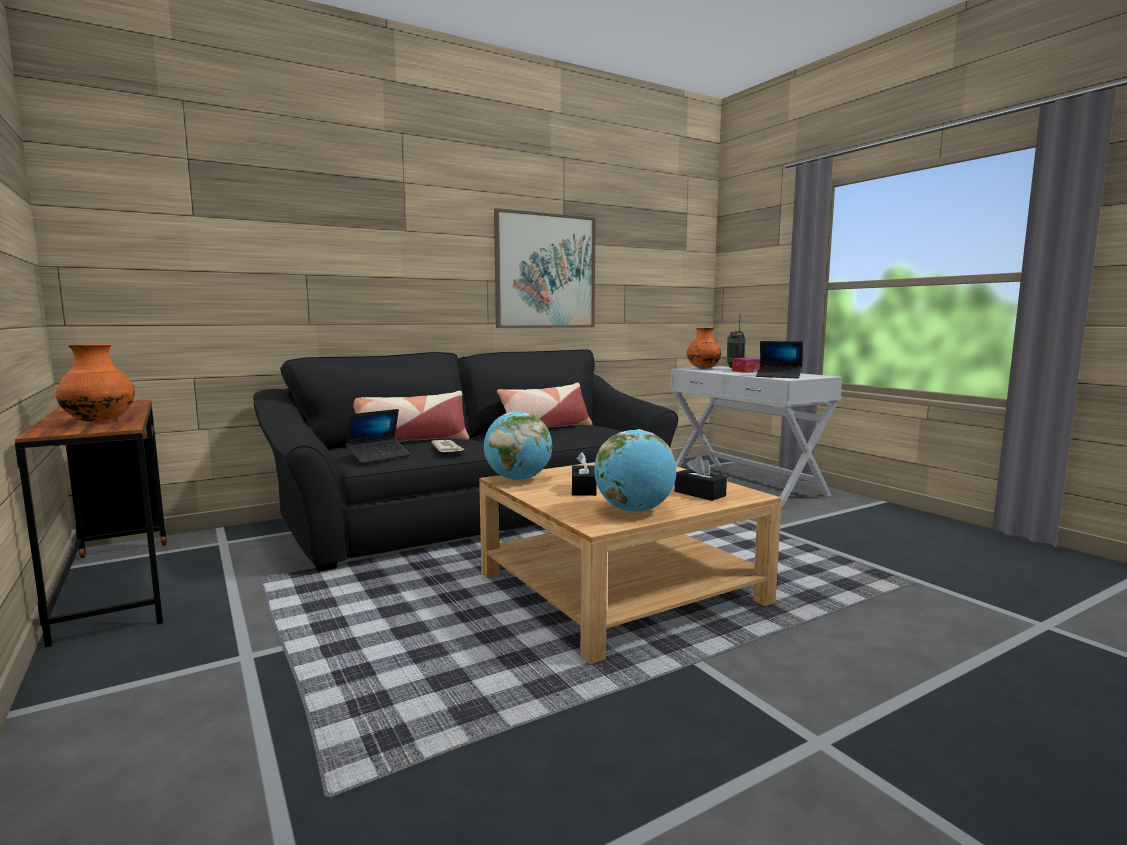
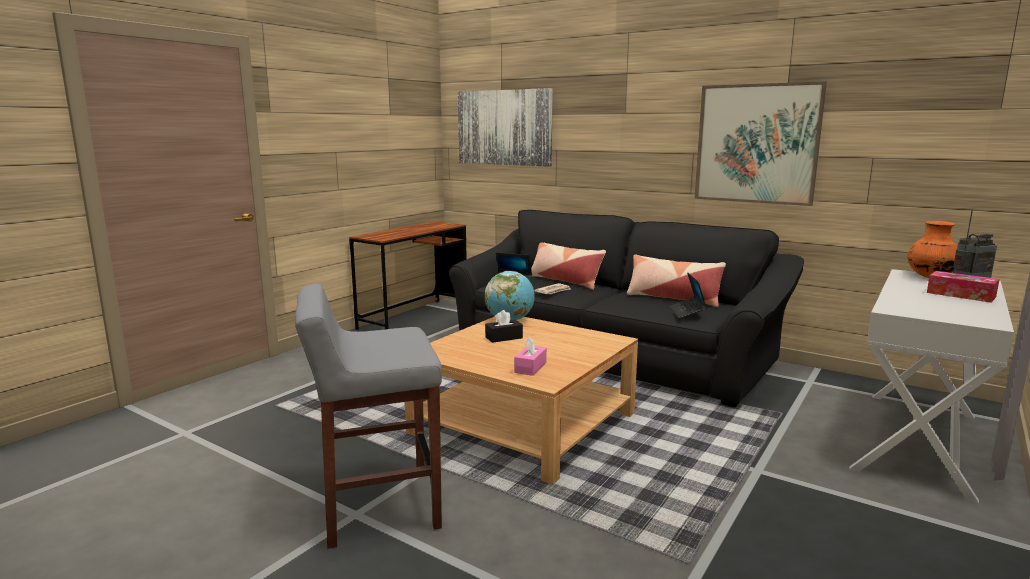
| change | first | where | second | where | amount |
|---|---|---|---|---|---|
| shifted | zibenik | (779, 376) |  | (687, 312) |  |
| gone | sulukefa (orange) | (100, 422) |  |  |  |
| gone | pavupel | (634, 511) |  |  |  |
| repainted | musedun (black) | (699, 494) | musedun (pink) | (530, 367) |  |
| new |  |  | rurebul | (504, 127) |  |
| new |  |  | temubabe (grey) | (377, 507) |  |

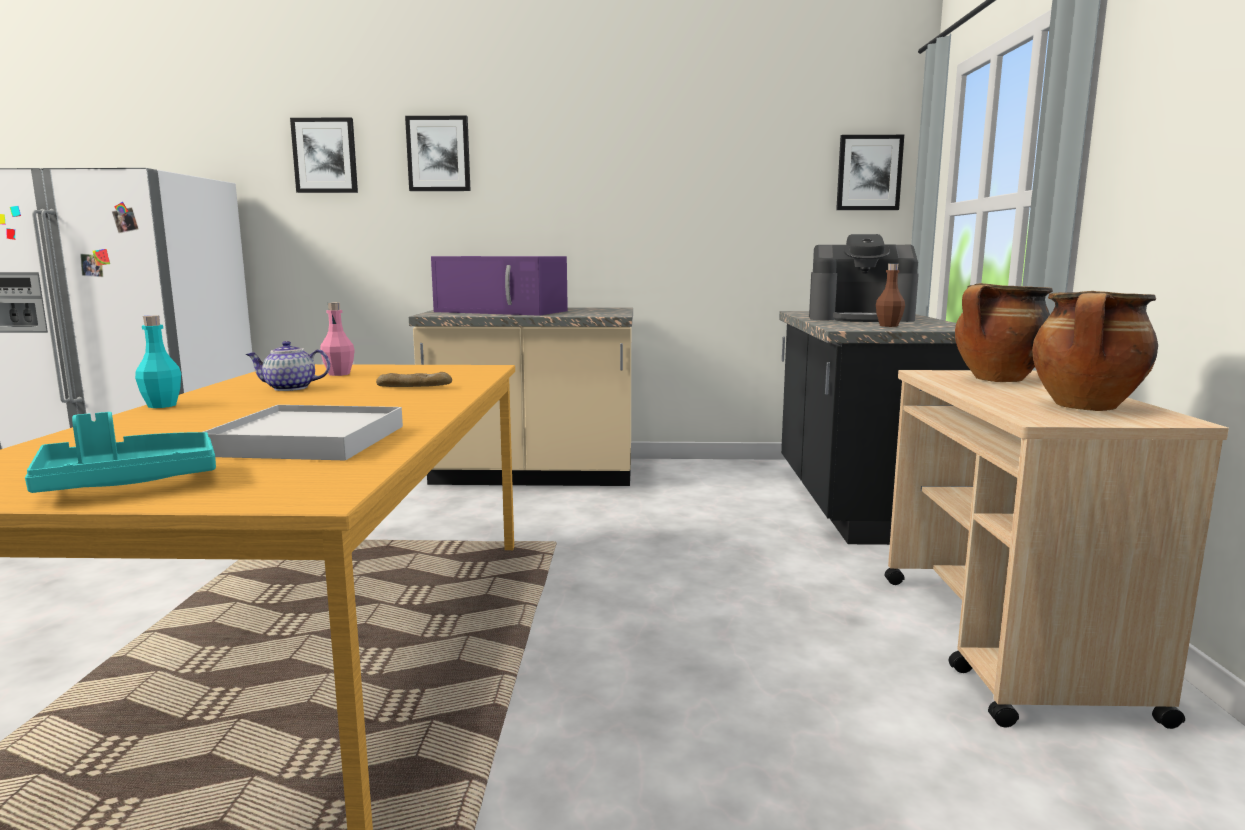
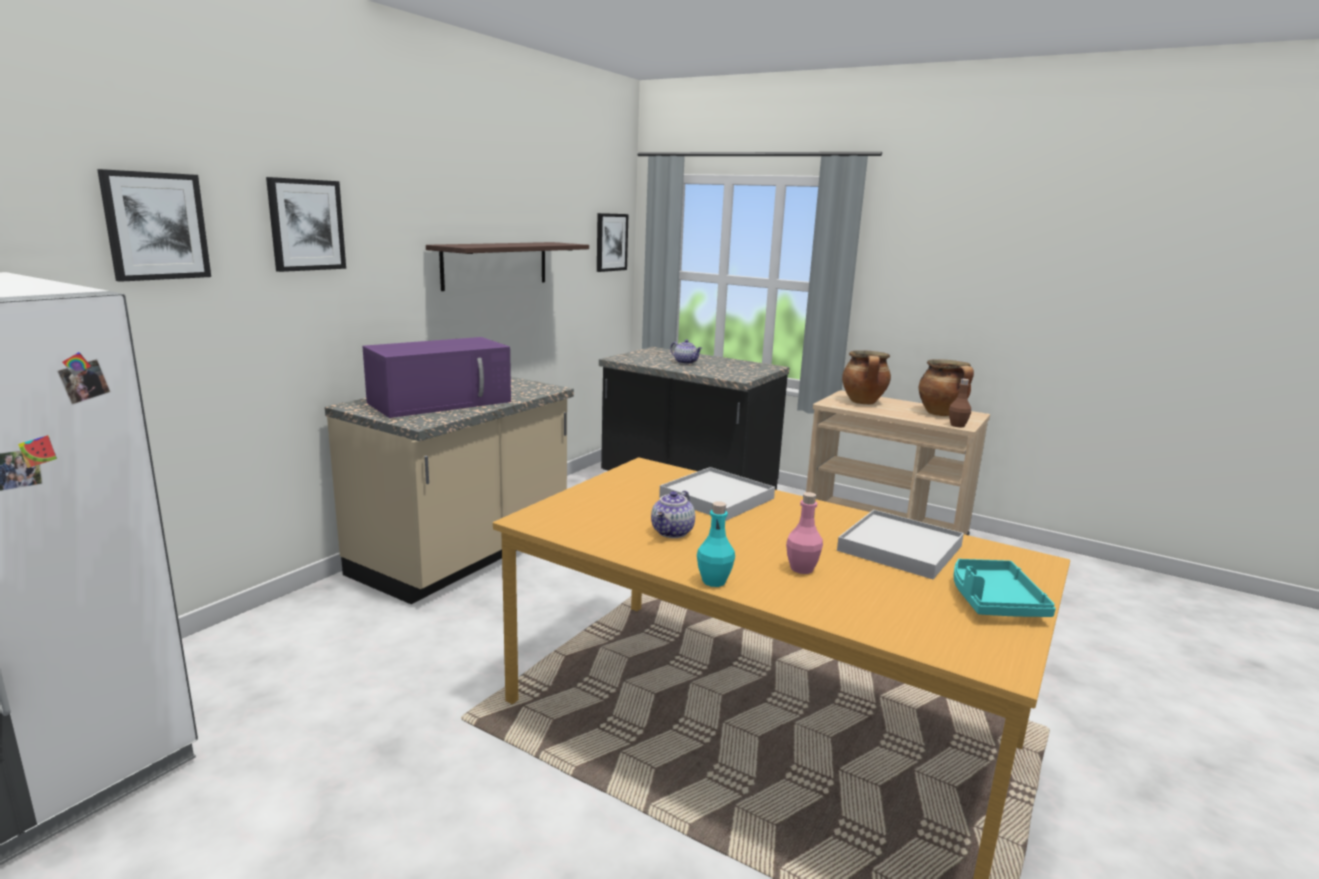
| change | first | where | second | where | amount |
|---|---|---|---|---|---|
| swapped | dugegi | (860, 318) | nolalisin | (686, 362) |  |
| shifted | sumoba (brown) | (888, 326) |  | (957, 425) |  |
| shifted | sumoba (pink) | (339, 374) |  | (802, 569) |  |
| swapped | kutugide | (414, 387) | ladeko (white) | (717, 498) |  |
| new |  |  | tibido | (496, 265) |  |

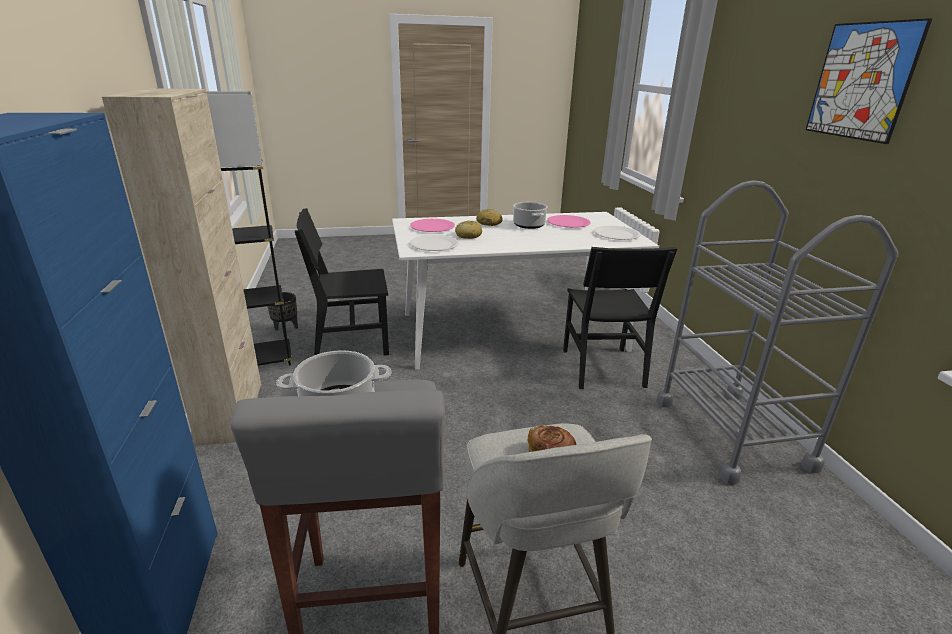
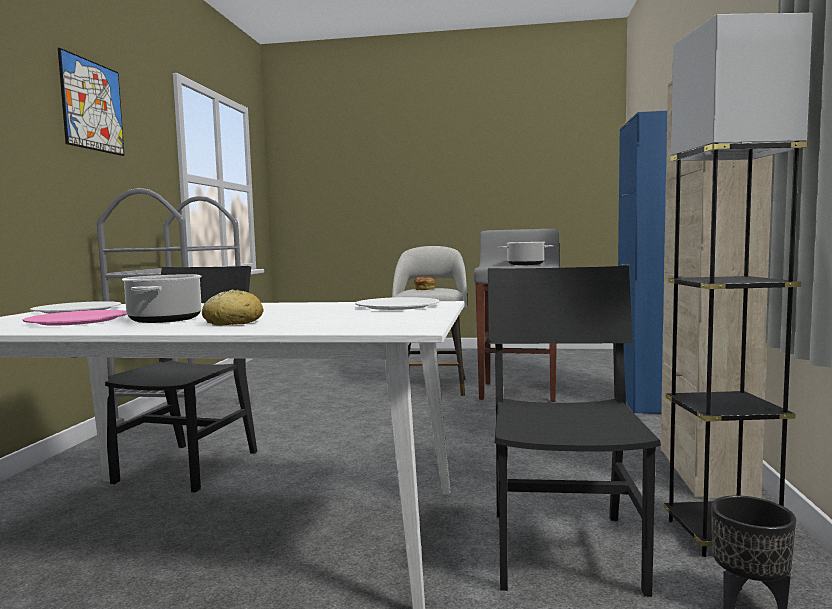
| change | first | where | second | where | amount |
|---|---|---|---|---|---|
| rotated | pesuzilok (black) | (351, 343) |  | (564, 549) | 90 degrees counterclockwise |
| gone | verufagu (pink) | (432, 227) |  |  |  |
| gone | kutugide | (468, 235) |  |  |  |

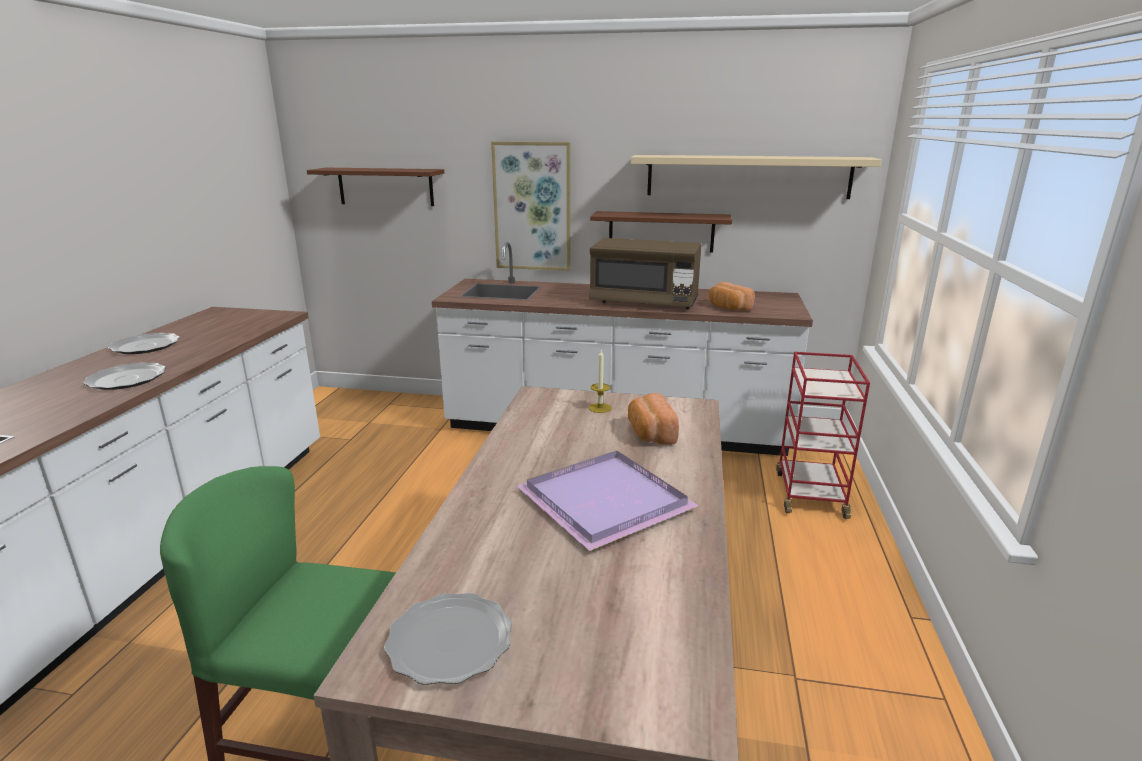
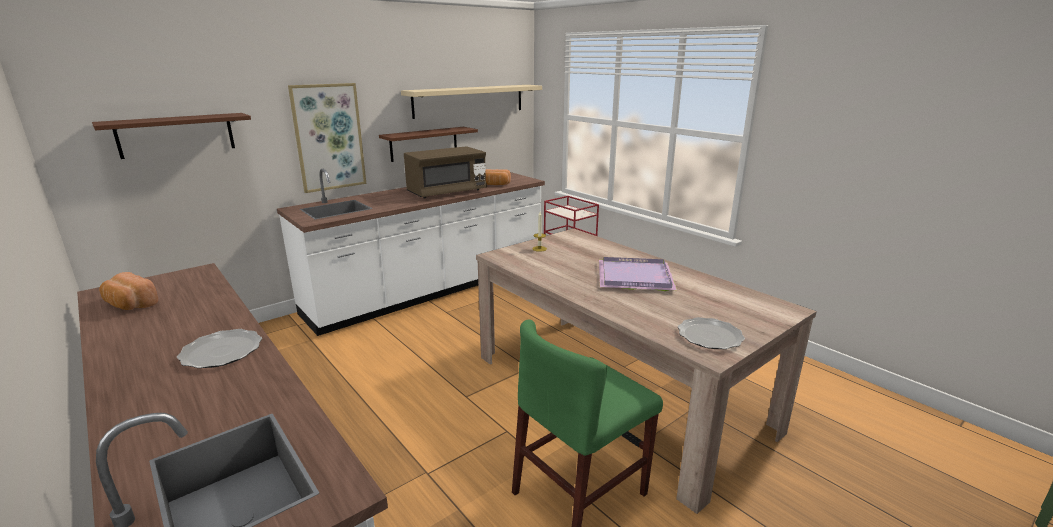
| change | first | where | second | where | amount |
|---|---|---|---|---|---|
| gone | verufagu | (145, 346) |  |  |  |
| shifted | kutugide | (650, 434) |  | (130, 305) |  |

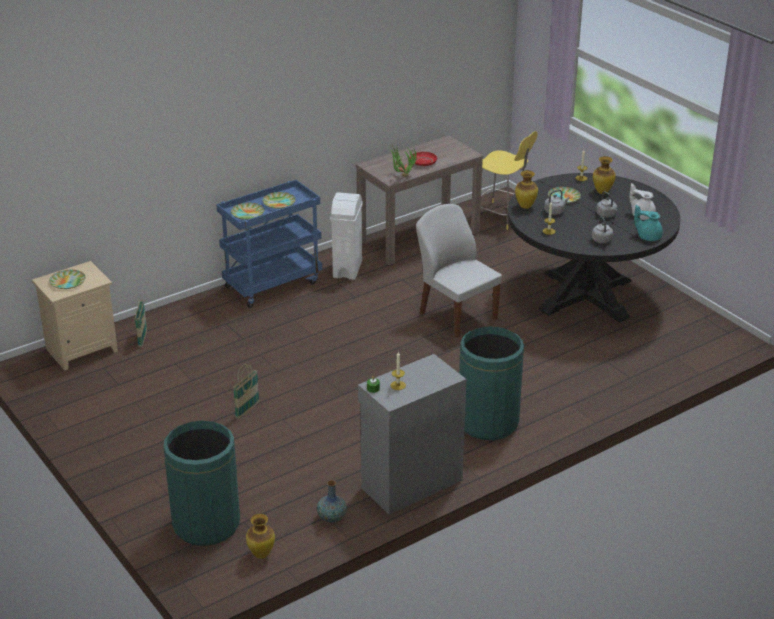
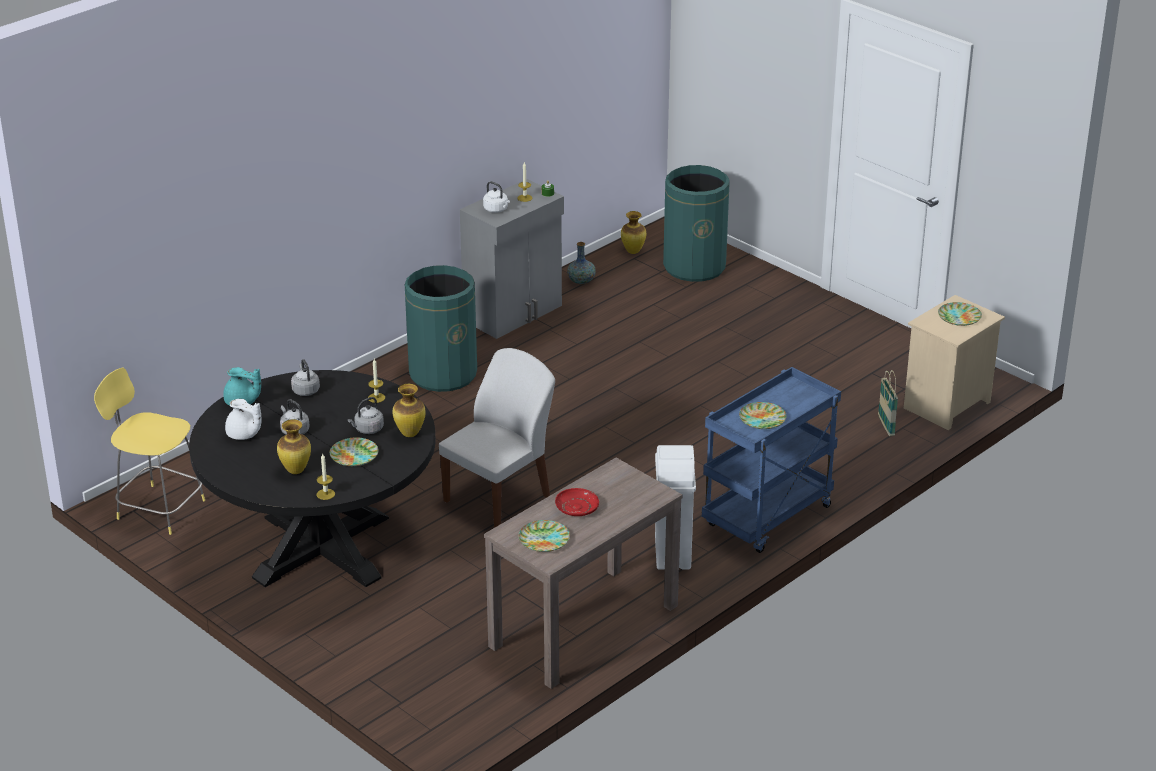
| change | first | where | second | where | amount |
|---|---|---|---|---|---|
| shifted | temubabe (yellow) | (501, 216) |  | (158, 508) |  |
| gone | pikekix | (401, 177) |  |  |  |
| shifted | verufagu | (247, 213) |  | (544, 539) |  |
| rotated | pesuzilok (white) | (457, 315) |  | (499, 497) | 90 degrees counterclockwise |
| gone | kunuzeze | (247, 410) |  |  |  |
| new |  |  | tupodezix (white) | (496, 209) |  |

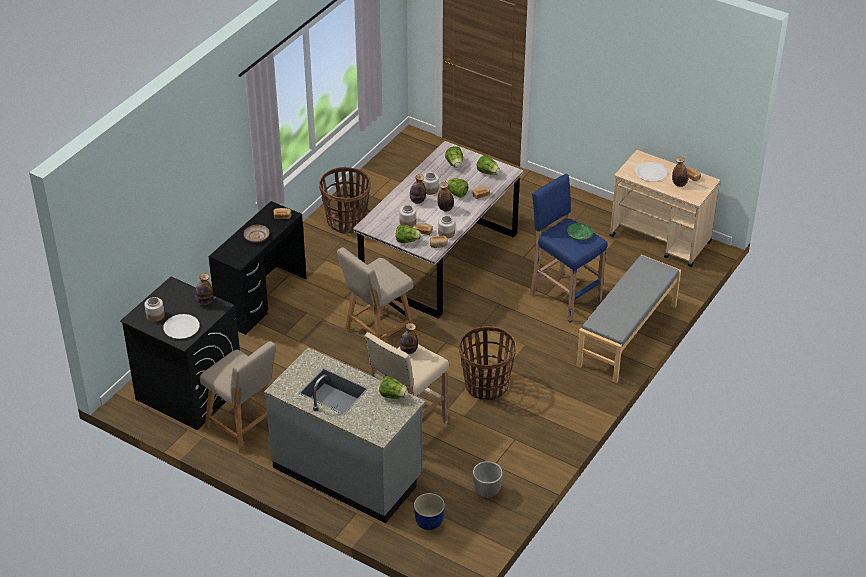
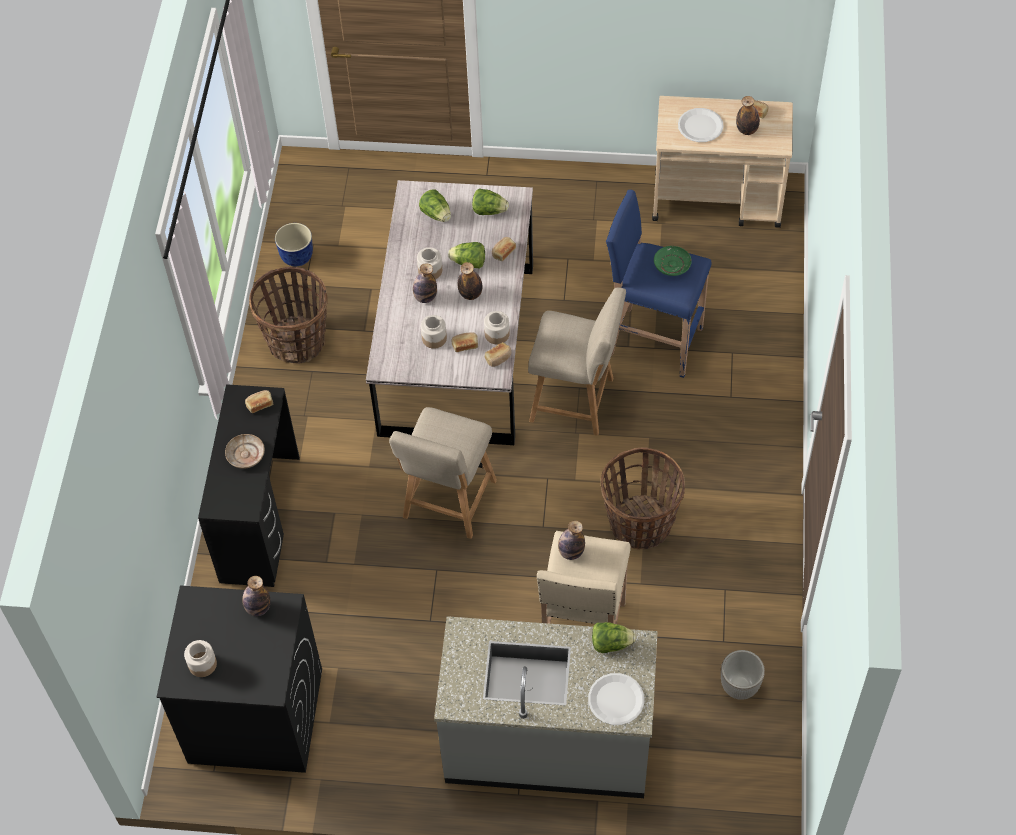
| change | first | where | second | where | amount |
|---|---|---|---|---|---|
| gone | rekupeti | (407, 241) |  |  |  |
| gone | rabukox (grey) | (628, 335) |  |  |  |
| shifted | verufagu (white) | (181, 327) |  | (616, 699) |  |
| shifted | pesuzilok (beige) | (244, 427) |  | (576, 401) |  |
| shifted | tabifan | (428, 523) |  | (296, 258) |  |

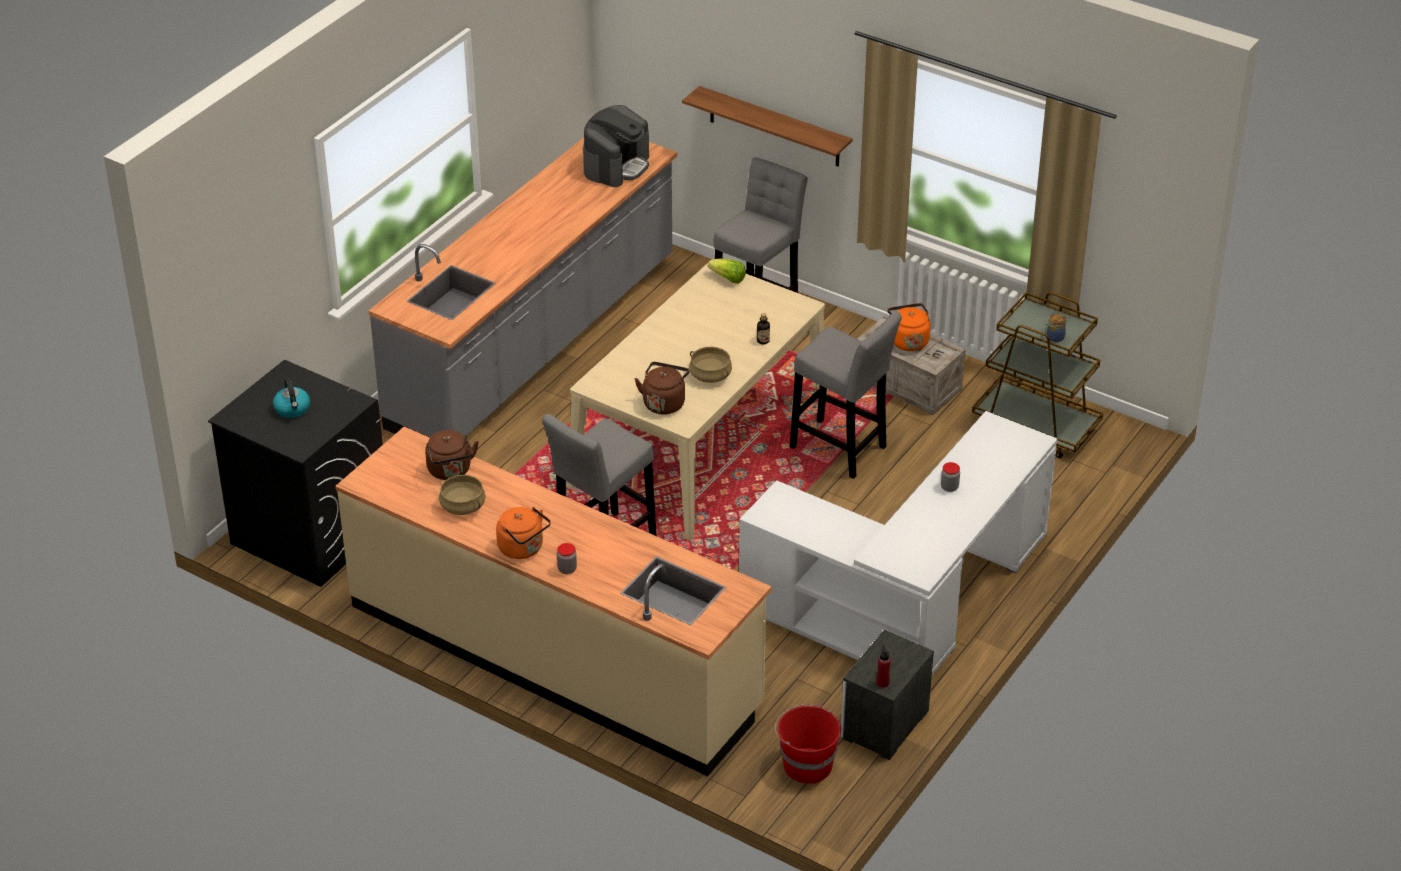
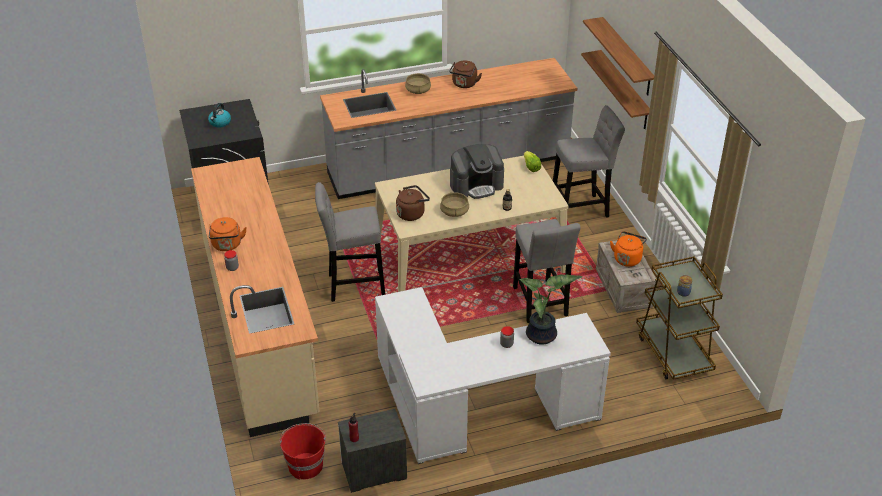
| change | first | where | second | where | amount |
|---|---|---|---|---|---|
| shifted | dugegi | (616, 165) |  | (476, 185) |  |
| shifted | tupodezix (brown) | (450, 471) |  | (464, 84) |  |
| shifted | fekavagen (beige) | (463, 506) |  | (418, 90) |  |
| new |  |  | tibido | (627, 57) |  |
| new |  |  | pikekix | (542, 336) |  |

